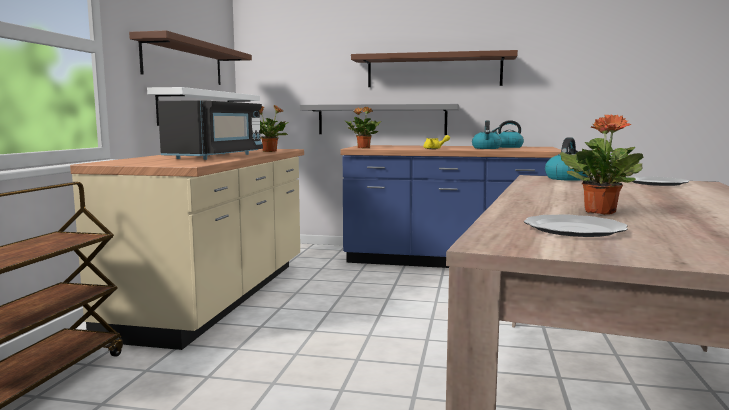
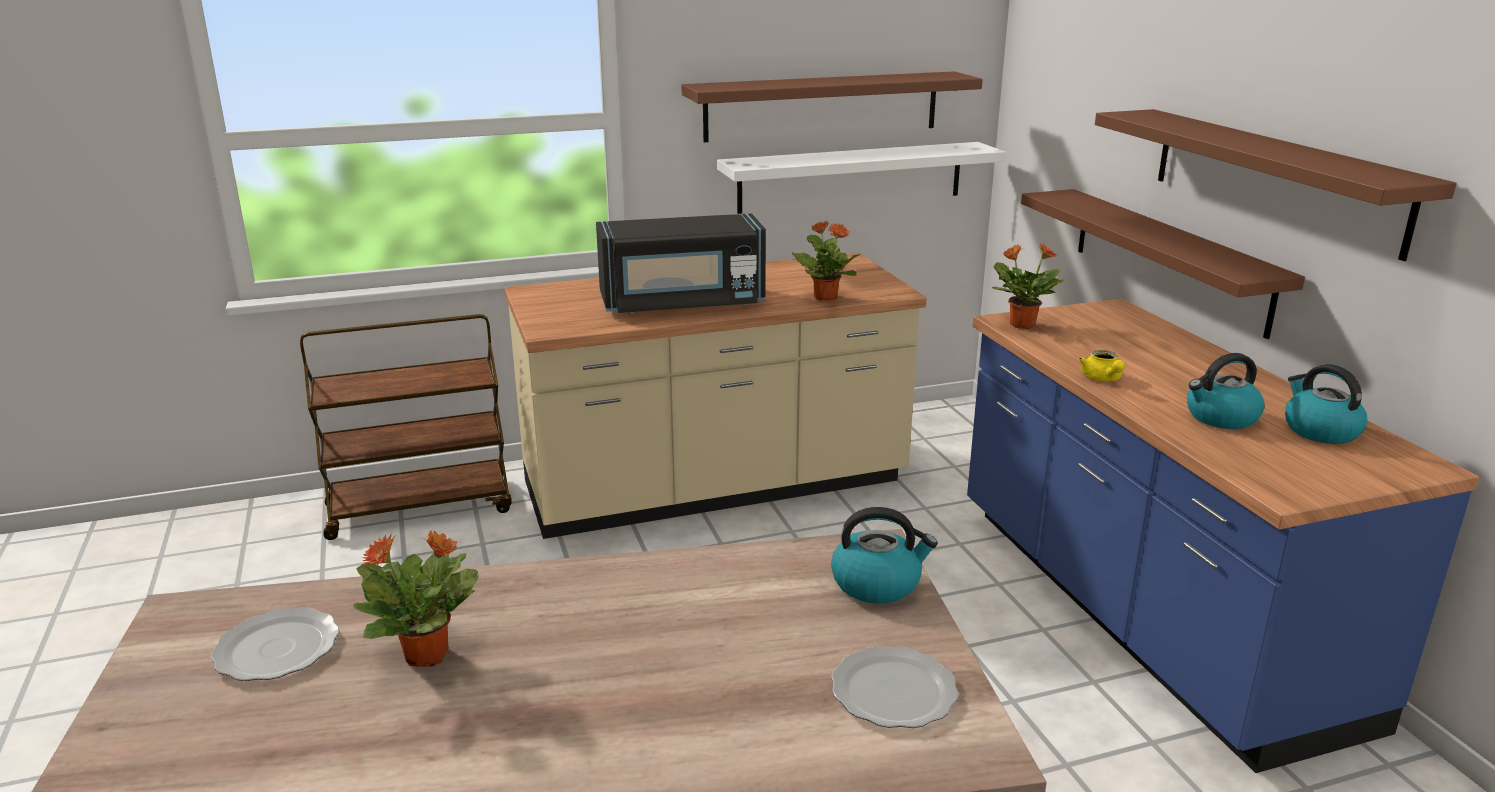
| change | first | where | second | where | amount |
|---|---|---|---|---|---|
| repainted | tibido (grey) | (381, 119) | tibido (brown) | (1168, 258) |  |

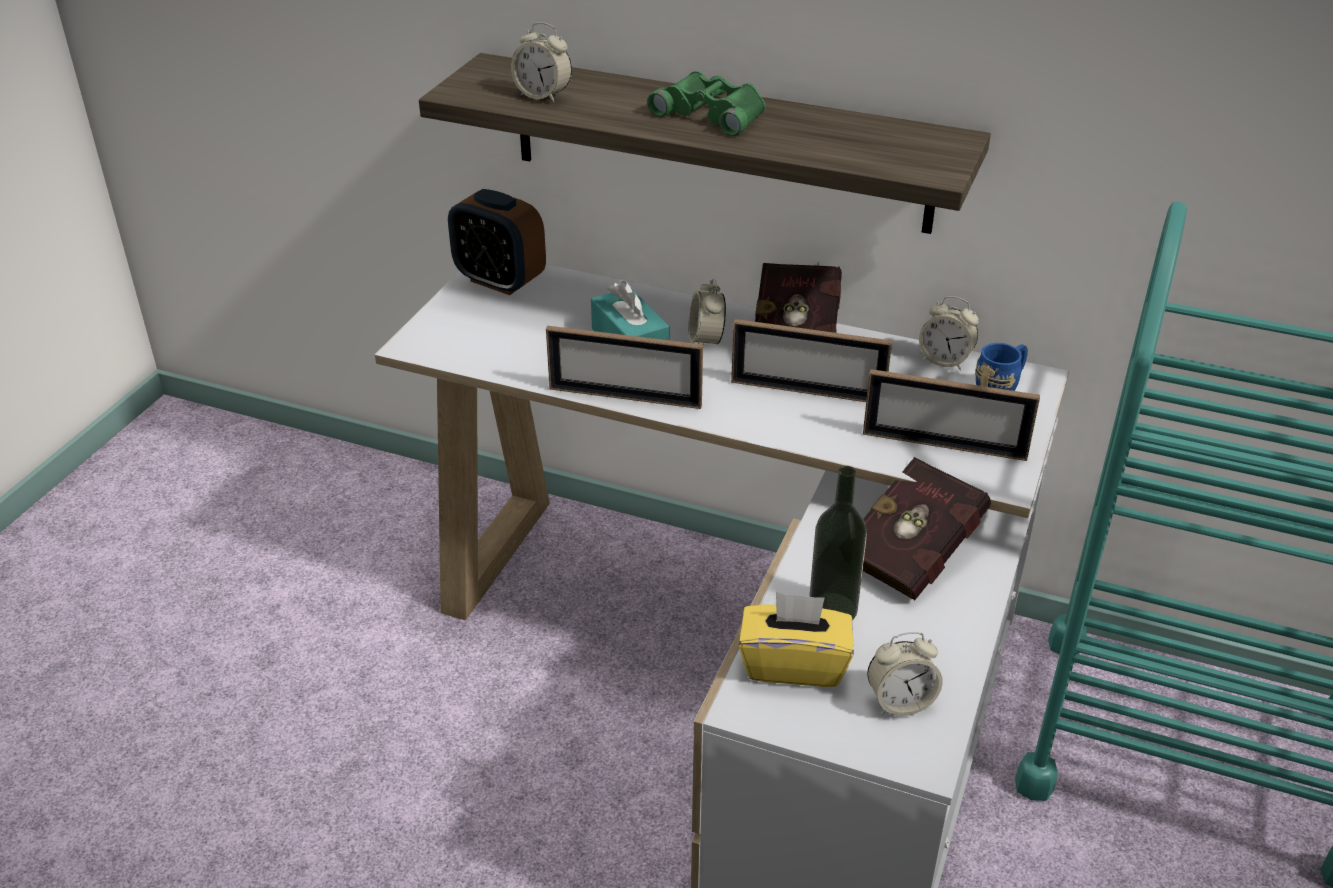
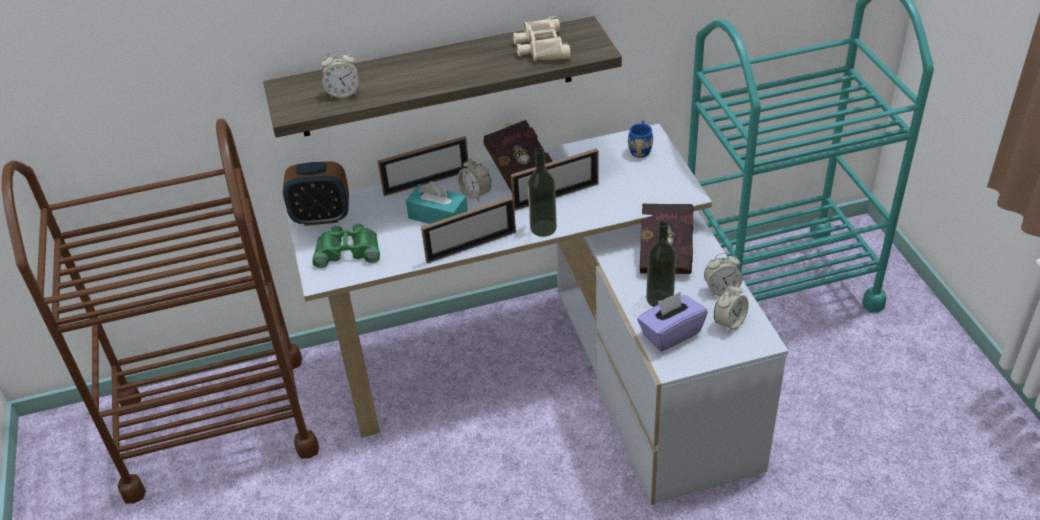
| change | first | where | second | where | amount |
|---|---|---|---|---|---|
| shifted | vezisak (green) | (712, 113) |  | (348, 250) |  |
| shifted | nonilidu | (945, 360) |  | (721, 289) |  |
| shifted | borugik | (944, 445) |  | (426, 182) |  |
| repainted | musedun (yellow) | (794, 664) | musedun (purple) | (670, 333) |  |
| new |  |  | vezisak (beige) | (541, 46) |  |
| new |  |  | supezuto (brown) | (217, 424) |  |
| new |  |  | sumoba | (543, 228) |  |

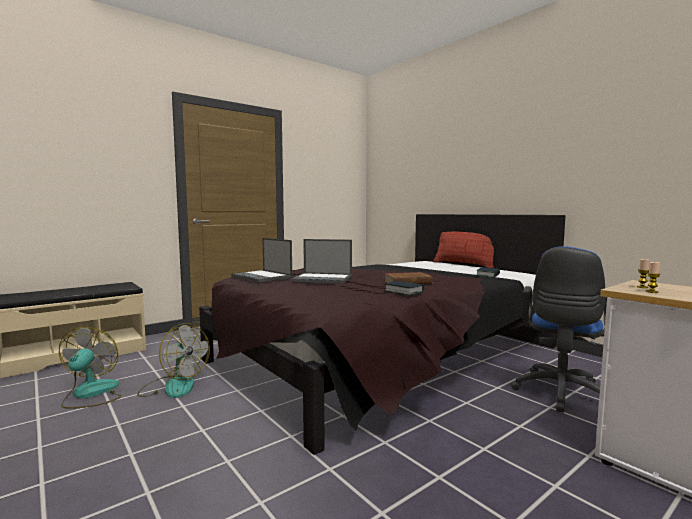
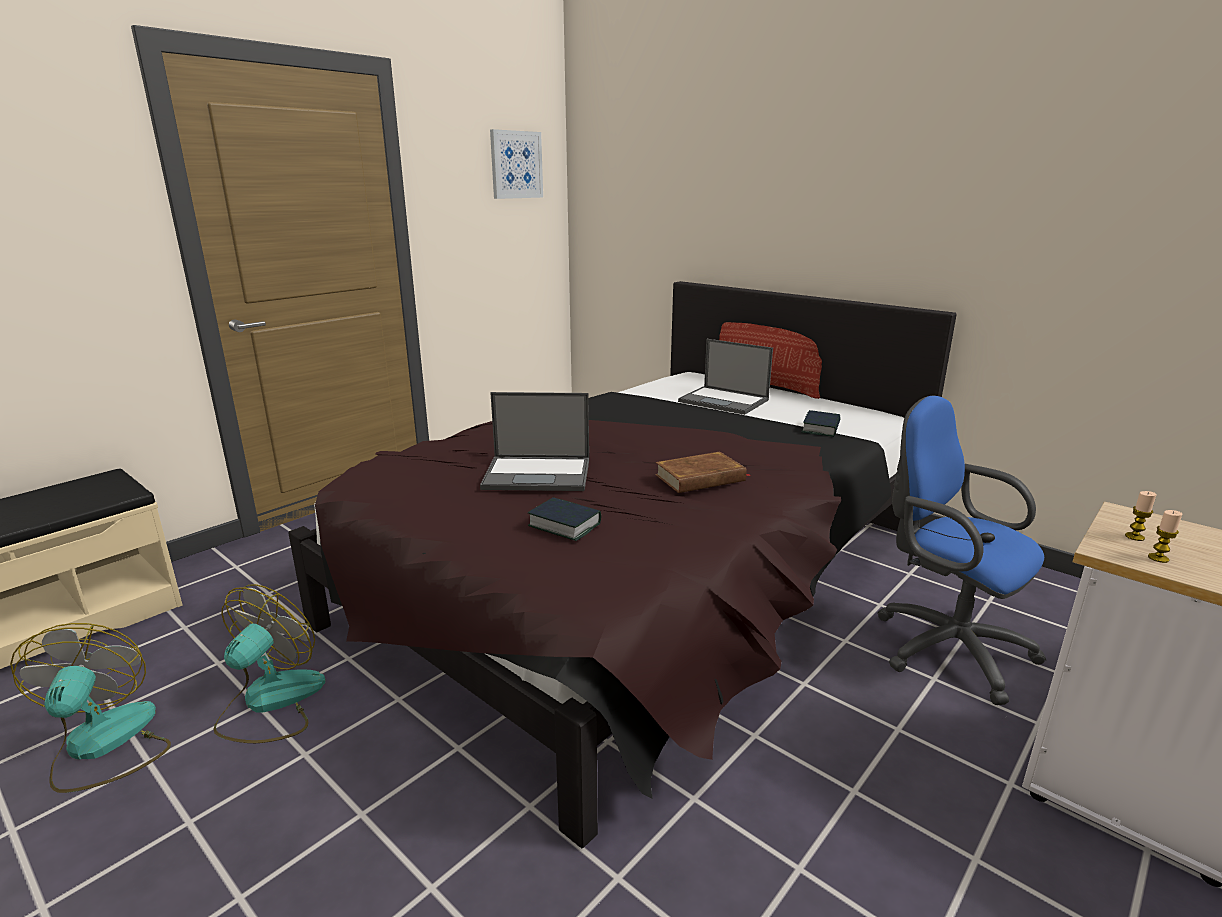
| change | first | where | second | where | amount |
|---|---|---|---|---|---|
| shifted | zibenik | (262, 277) |  | (724, 401) |  |
| rotated | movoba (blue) | (560, 394) |  | (943, 646) | 120 degrees clockwise |
| shifted | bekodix | (403, 292) |  | (564, 525) |  |
| rotated | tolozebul | (173, 386) |  | (270, 703) | 90 degrees counterclockwise |
| new |  |  | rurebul | (516, 165) |  |

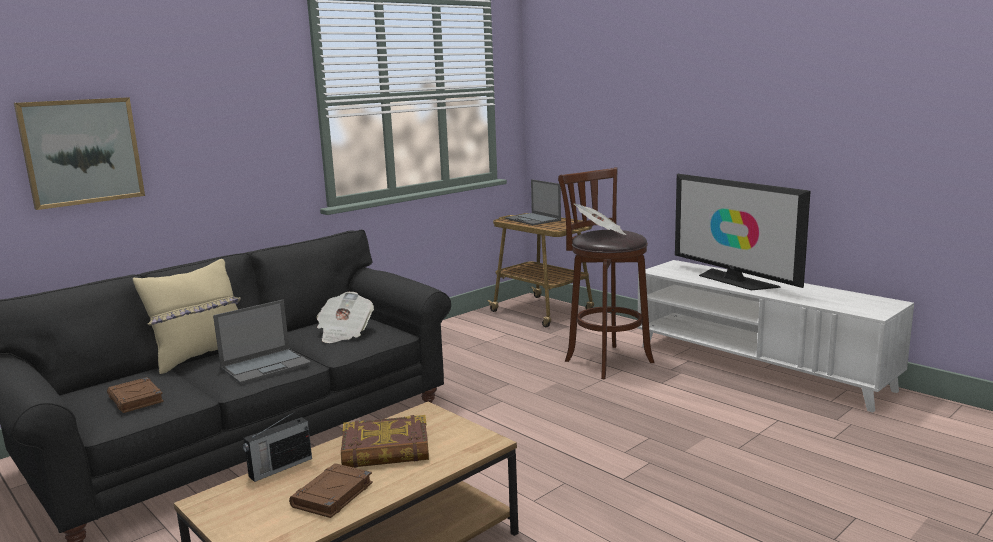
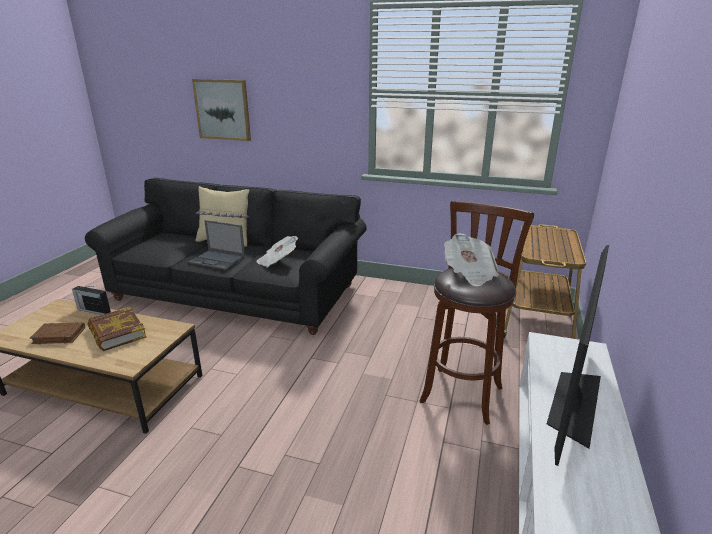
| change | first | where | second | where | amount |
|---|---|---|---|---|---|
| gone | zibenik | (533, 219) |  |  |  |
| gone | bekodix (brown) | (136, 399) |  |  |  |

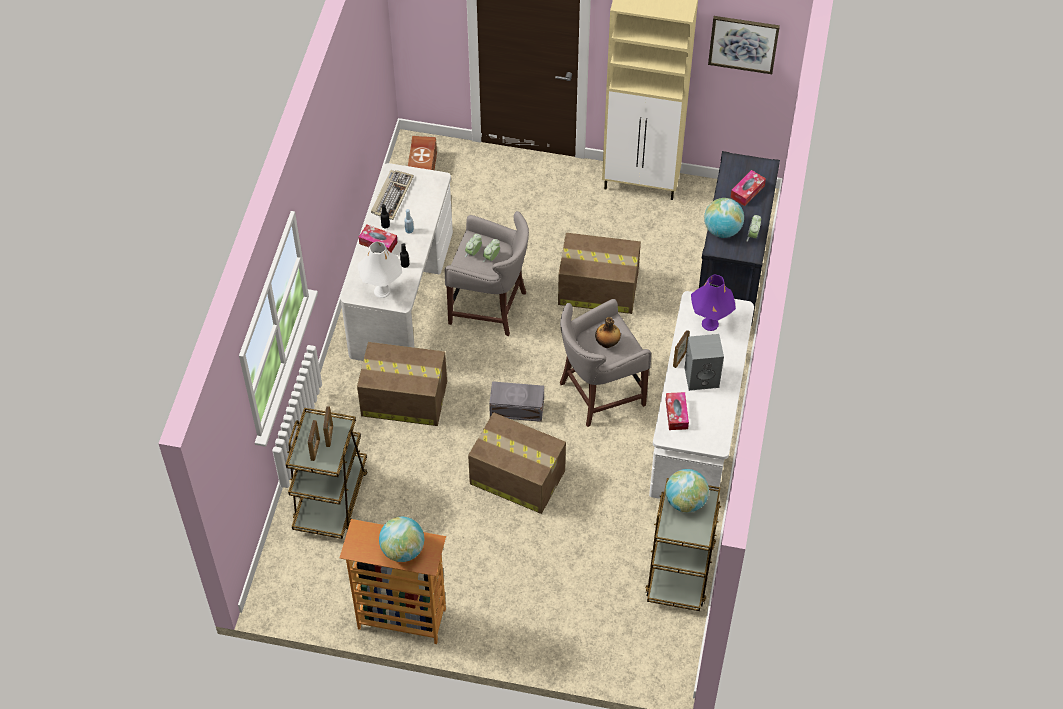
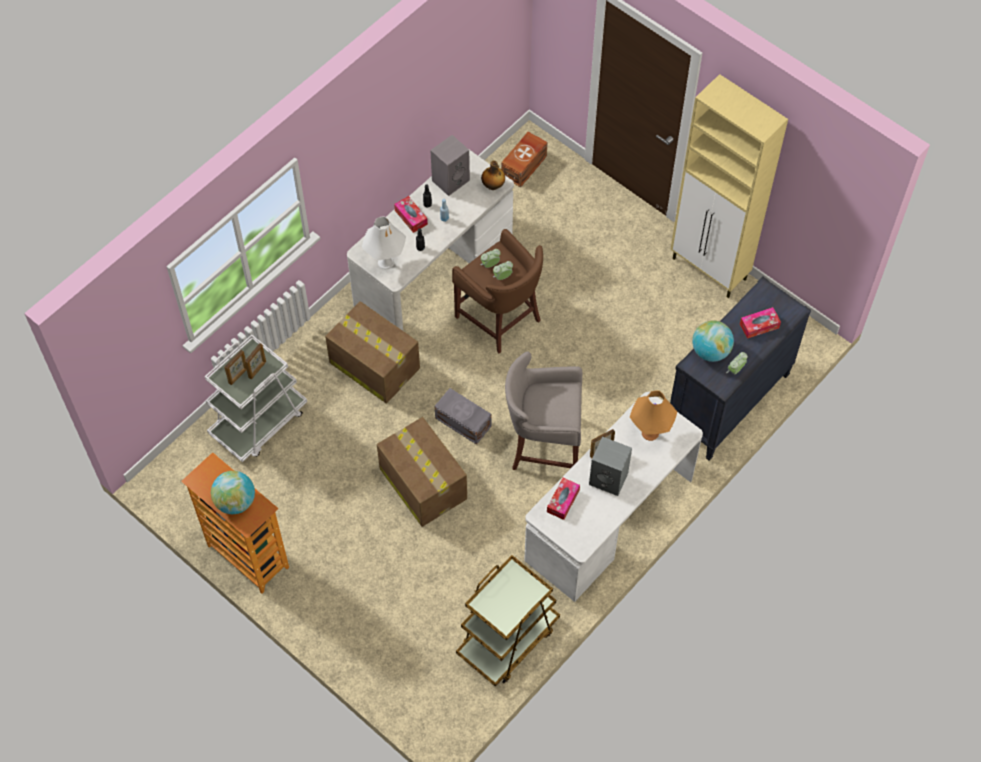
| change | first | where | second | where | amount |
|---|---|---|---|---|---|
| gone | rurebul | (743, 44) |  |  |  |
| swapped | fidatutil | (392, 195) | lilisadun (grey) | (451, 179) |  |
| repainted | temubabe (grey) | (490, 307) | temubabe (brown) | (500, 319) |  |
| gone | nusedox | (597, 288) |  |  |  |
| repainted | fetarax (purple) | (710, 324) | fetarax (orange) | (650, 433) |  |
| shifted | sumoba | (607, 343) |  | (493, 186) |  |
| repainted | supezuto (brown) | (331, 498) | supezuto (white) | (259, 422) |  |
| gone | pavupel | (685, 501) |  |  |  |

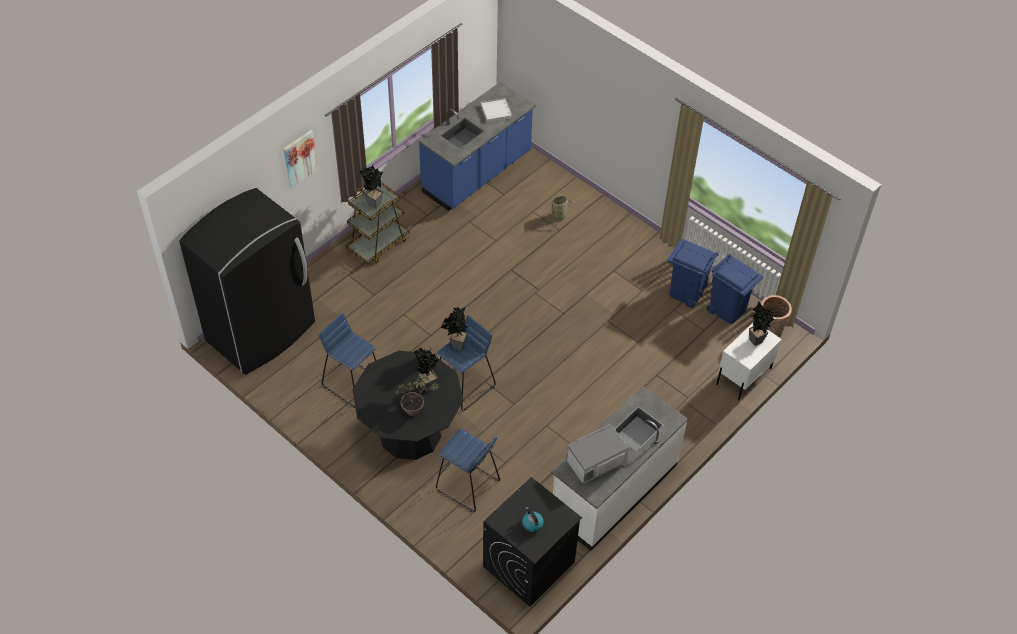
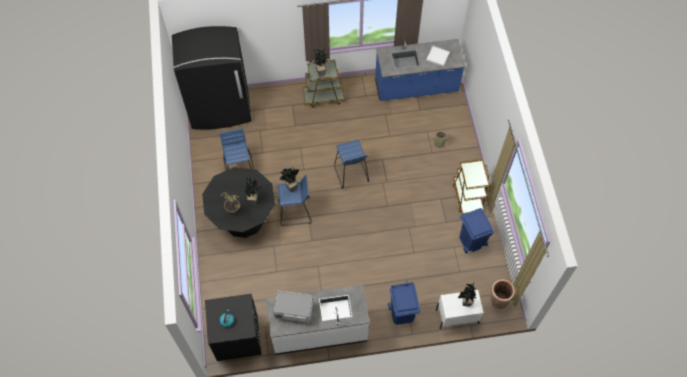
| change | first | where | second | where | amount |
|---|---|---|---|---|---|
| gone | rurebul | (299, 158) |  |  |  |
| shifted | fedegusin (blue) | (728, 309) |  | (402, 313) |  |
| shifted | temubabe (blue) | (468, 486) |  | (351, 174) |  |
| new |  |  | supezuto (brown) | (468, 197) |  |

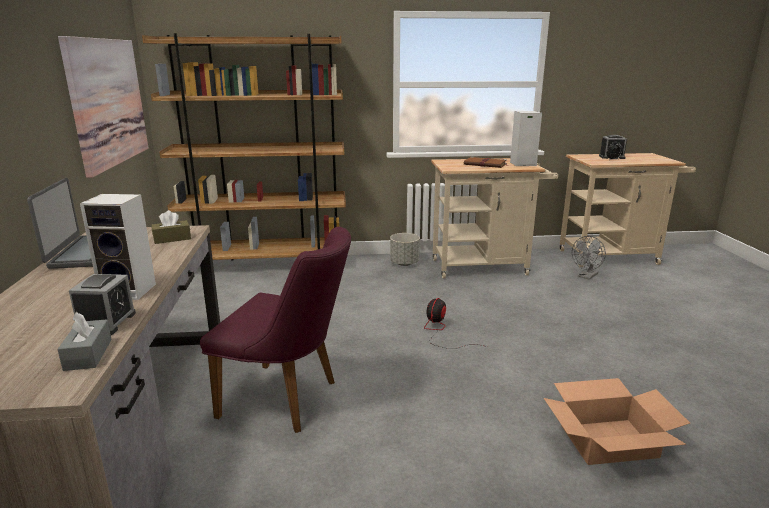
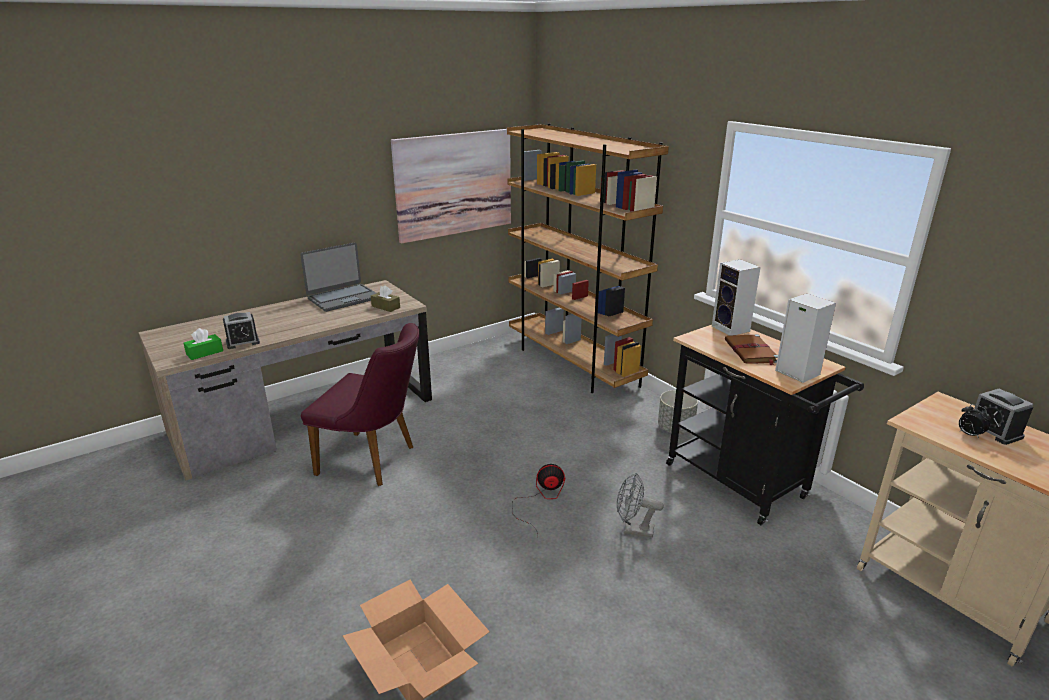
| change | first | where | second | where | amount |
|---|---|---|---|---|---|
| repainted | supezuto (beige) | (485, 266) | supezuto (black) | (742, 485) |  |
| shifted | lilisadun | (131, 291) |  | (732, 329) |  |
| rotated | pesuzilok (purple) | (289, 399) |  | (374, 461) | 60 degrees counterclockwise |
| shifted | tolozebul (grey) | (586, 276) |  | (633, 530) |  |
| repainted | musedun (grey) | (88, 354) | musedun (green) | (205, 353) |  |

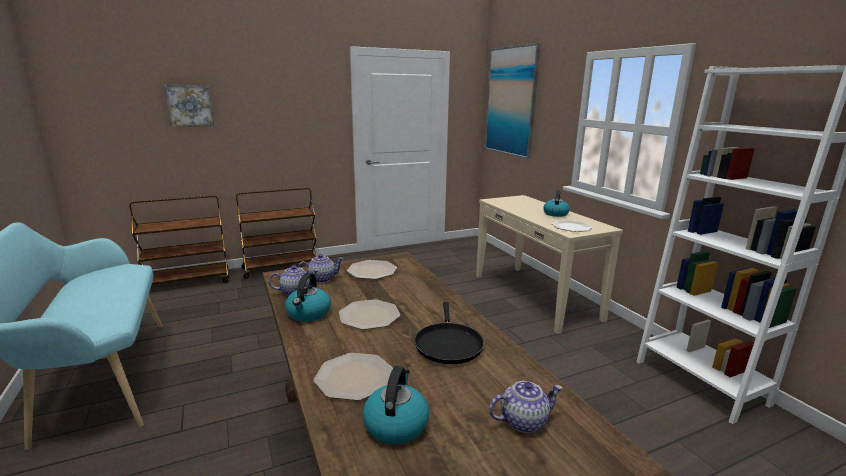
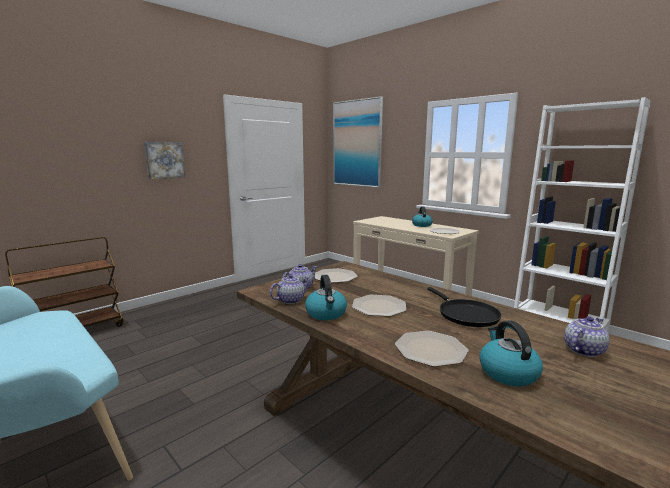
| change | first | where | second | where | amount |
|---|---|---|---|---|---|
| shifted | rurebul | (190, 105) |  | (164, 160) |  |
| gone | supezuto (brown) | (281, 267) |  |  |  |

